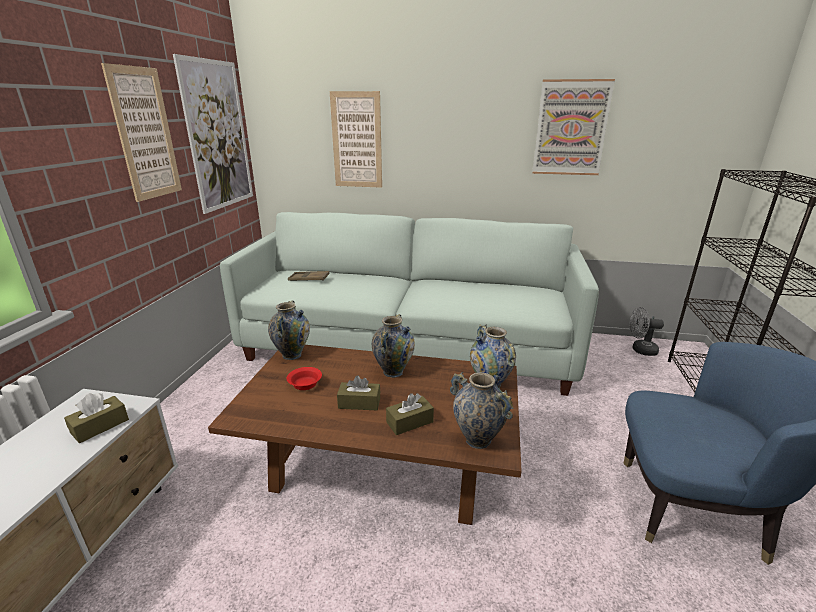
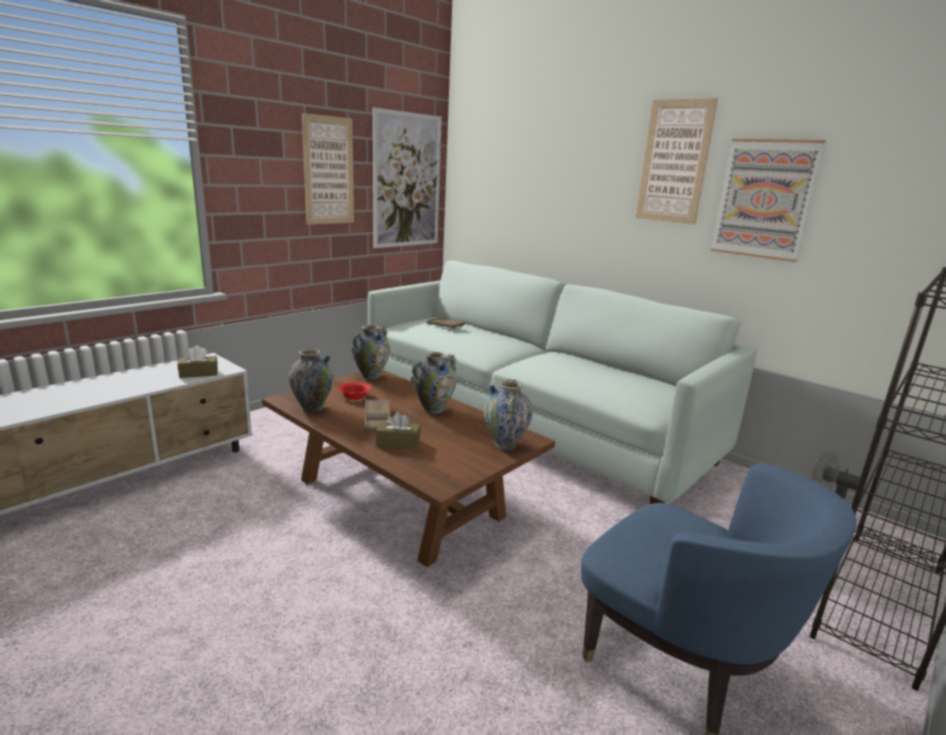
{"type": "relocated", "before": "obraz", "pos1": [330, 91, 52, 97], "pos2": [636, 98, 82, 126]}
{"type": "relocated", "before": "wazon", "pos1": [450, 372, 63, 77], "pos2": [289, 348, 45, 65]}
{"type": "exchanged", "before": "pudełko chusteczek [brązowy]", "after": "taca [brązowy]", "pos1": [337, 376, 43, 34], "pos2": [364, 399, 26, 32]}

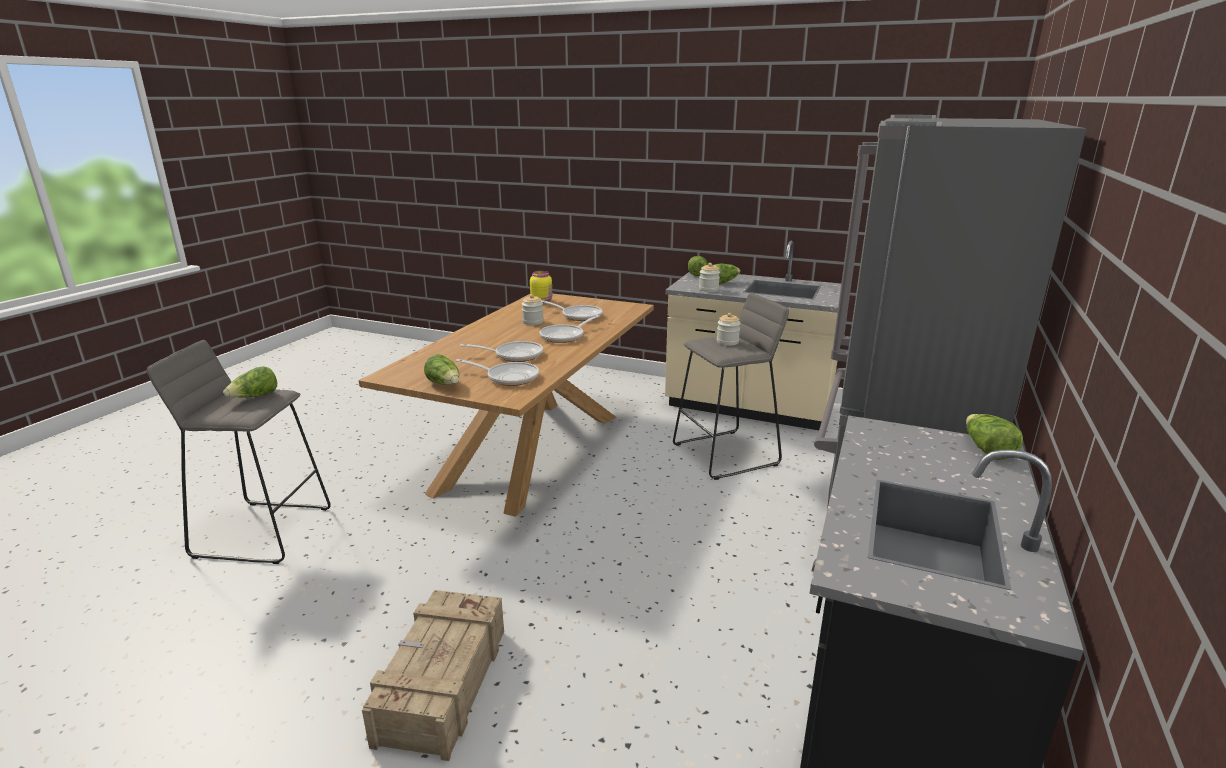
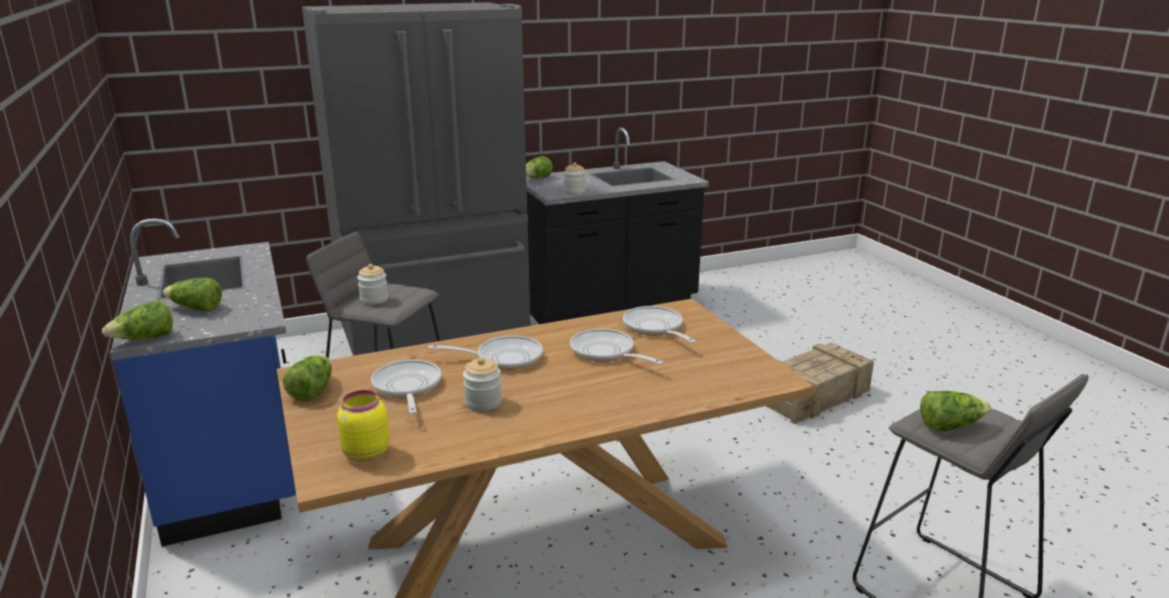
{"type": "relocated", "before": "sałata", "pos1": [424, 354, 36, 31], "pos2": [283, 355, 49, 46]}
{"type": "relocated", "before": "słoik", "pos1": [699, 263, 21, 29], "pos2": [564, 163, 22, 31]}
{"type": "colour", "before": "zabudowa kuchenna [beżowy]", "after": "zabudowa kuchenna [niebieski]", "pos1": [665, 241, 176, 189], "pos2": [110, 218, 186, 328]}

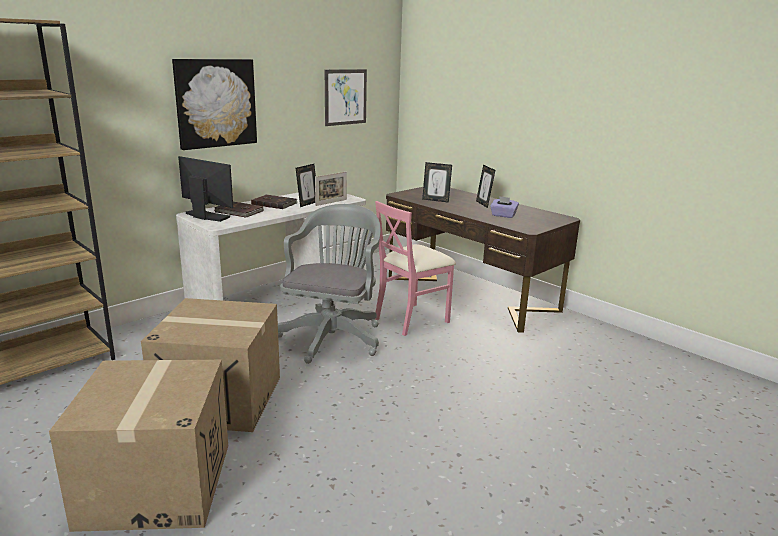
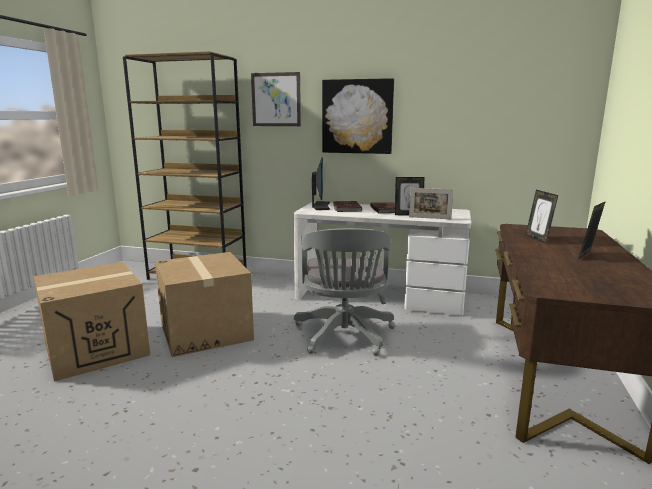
{"type": "missing", "before": "krzesło [różowy]", "pos1": [375, 201, 81, 135]}
{"type": "missing", "before": "pudełko chusteczek [fioletowy]", "pos1": [490, 196, 29, 22]}
{"type": "relocated", "before": "obraz", "pos1": [325, 69, 42, 57], "pos2": [251, 72, 50, 54]}
{"type": "spun", "before": "krzesło biurowe [szary]", "pos1": [278, 204, 102, 160], "pos2": [294, 228, 101, 128], "turn": 105}

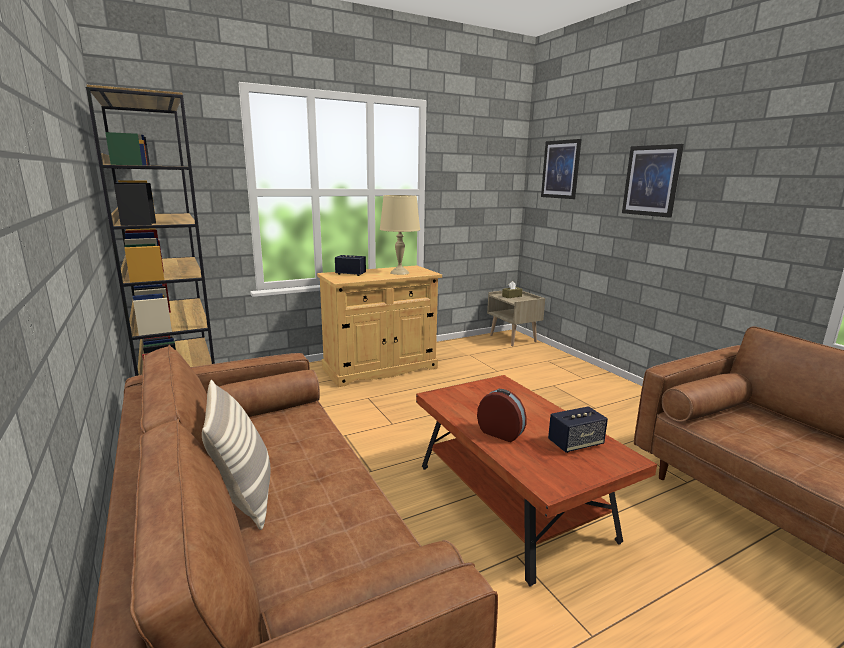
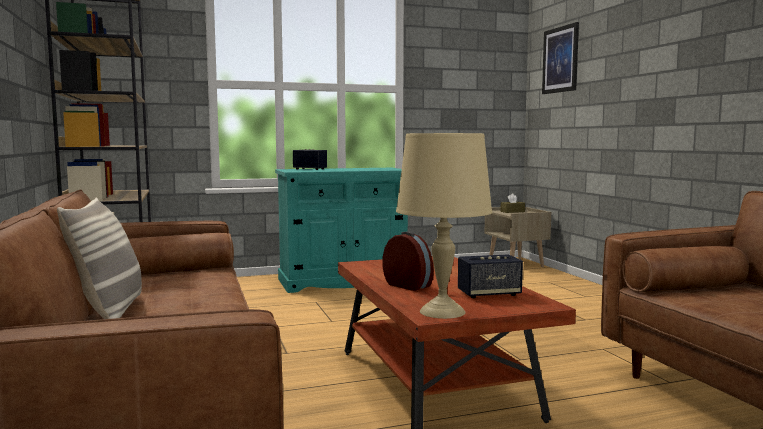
{"type": "missing", "before": "obraz", "pos1": [622, 144, 62, 74]}
{"type": "relocated", "before": "lampa stołowa [beżowy]", "pos1": [380, 195, 40, 80], "pos2": [396, 133, 96, 186]}
{"type": "colour", "before": "szafka [beżowy]", "after": "szafka [turkusowy]", "pos1": [317, 265, 125, 122], "pos2": [275, 168, 133, 125]}

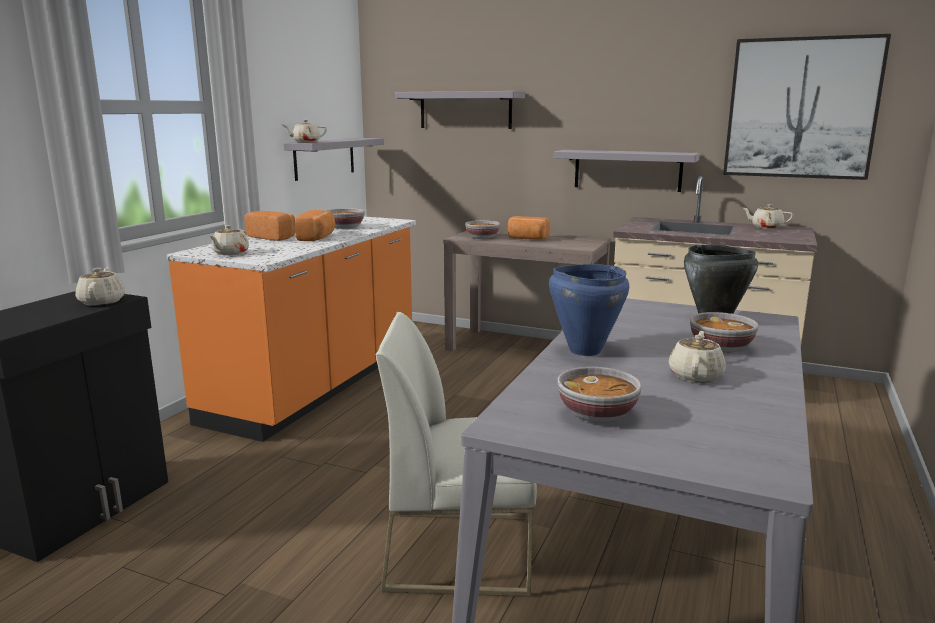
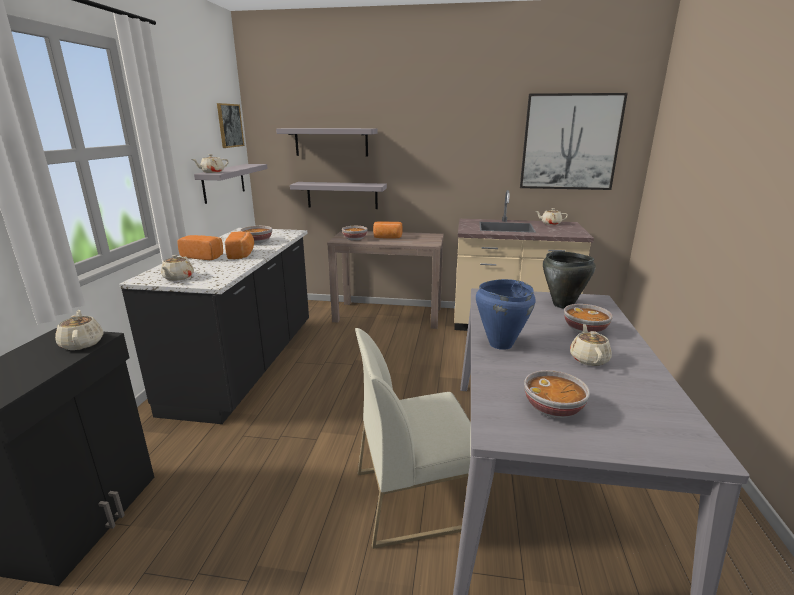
{"type": "appeared", "after": "obraz", "pos2": [217, 103, 27, 45]}
{"type": "relocated", "before": "półka [szary]", "pos1": [554, 150, 146, 42], "pos2": [290, 182, 97, 27]}
{"type": "colour", "before": "zabudowa kuchenna [pomarańczowy]", "after": "zabudowa kuchenna [czarny]", "pos1": [167, 217, 249, 225], "pos2": [119, 228, 190, 196]}

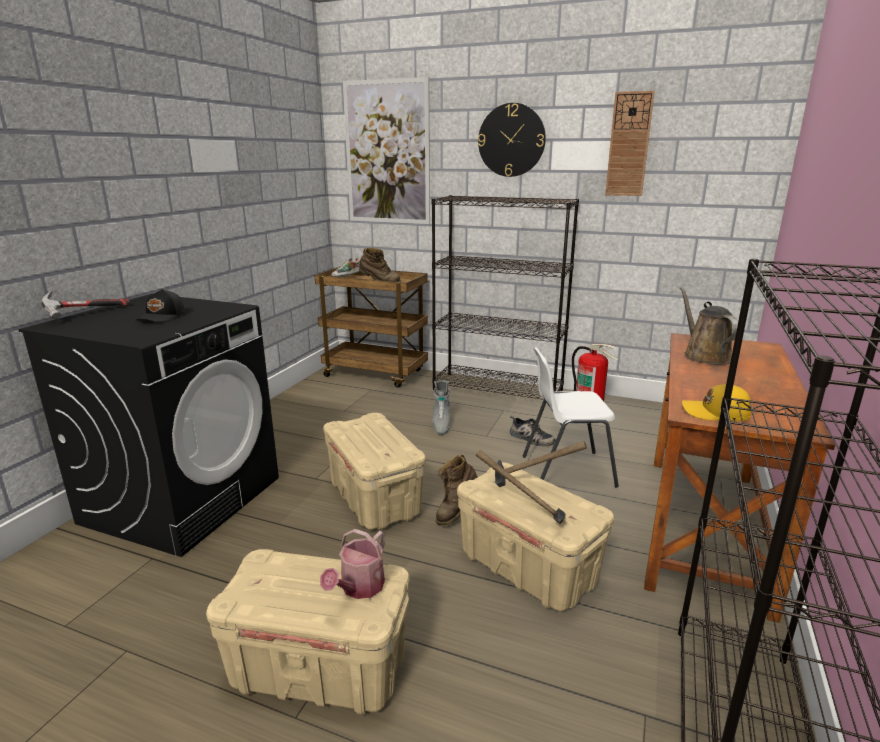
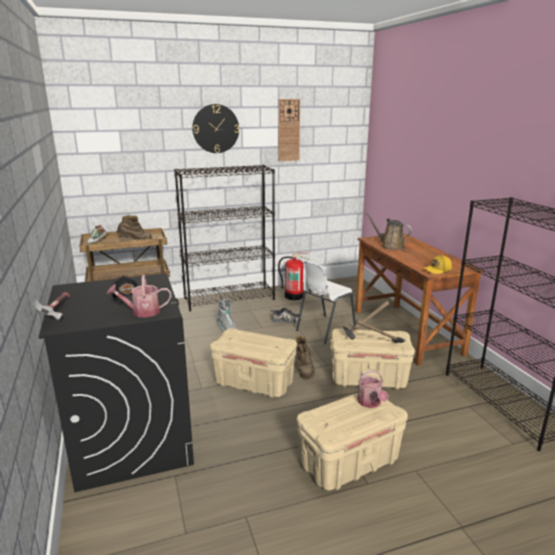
{"type": "missing", "before": "obraz", "pos1": [343, 77, 87, 147]}
{"type": "appeared", "after": "konewka", "pos2": [107, 275, 64, 42]}

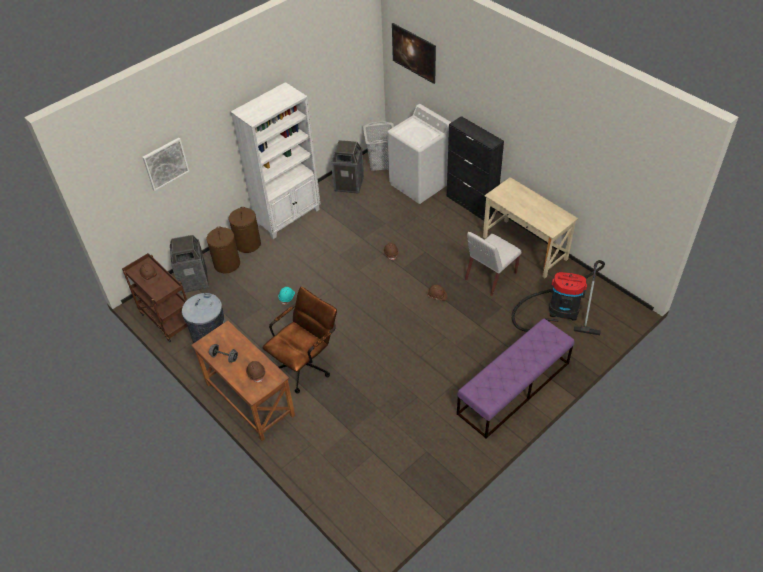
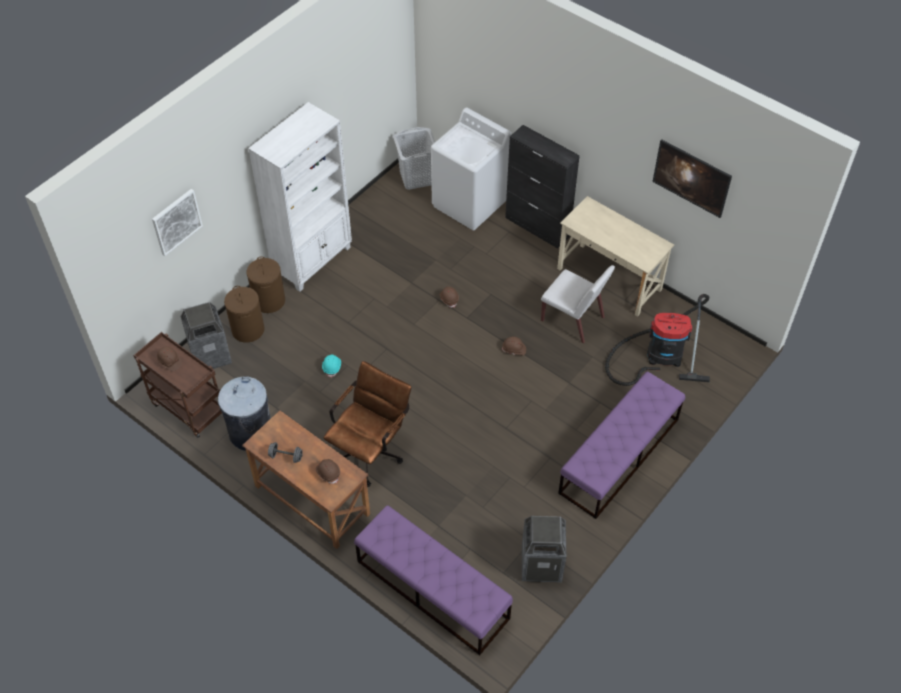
{"type": "appeared", "after": "ławka [fioletowy]", "pos2": [354, 505, 159, 150]}
{"type": "relocated", "before": "kosz na śmieci", "pos1": [331, 140, 33, 54], "pos2": [522, 516, 44, 67]}
{"type": "relocated", "before": "obraz", "pos1": [392, 23, 44, 61], "pos2": [652, 139, 80, 79]}
{"type": "spun", "before": "krzesło [biały]", "pos1": [465, 232, 56, 64], "pos2": [541, 265, 74, 79], "turn": -90}

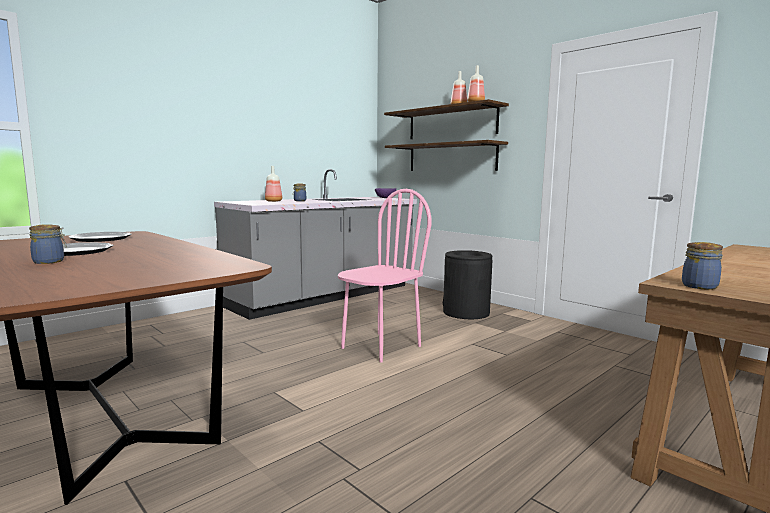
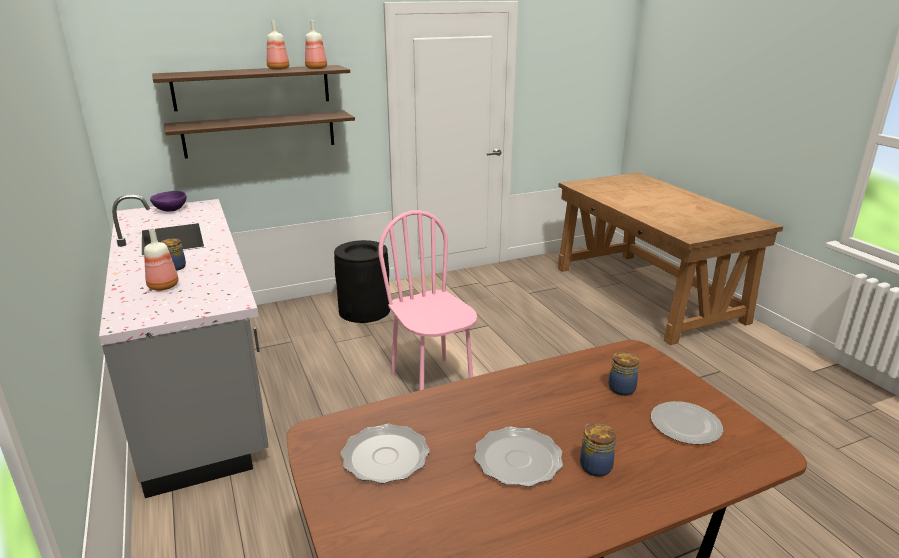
{"type": "appeared", "after": "talerz", "pos2": [651, 401, 72, 44]}
{"type": "relocated", "before": "słoik", "pos1": [682, 242, 41, 48], "pos2": [609, 352, 30, 44]}

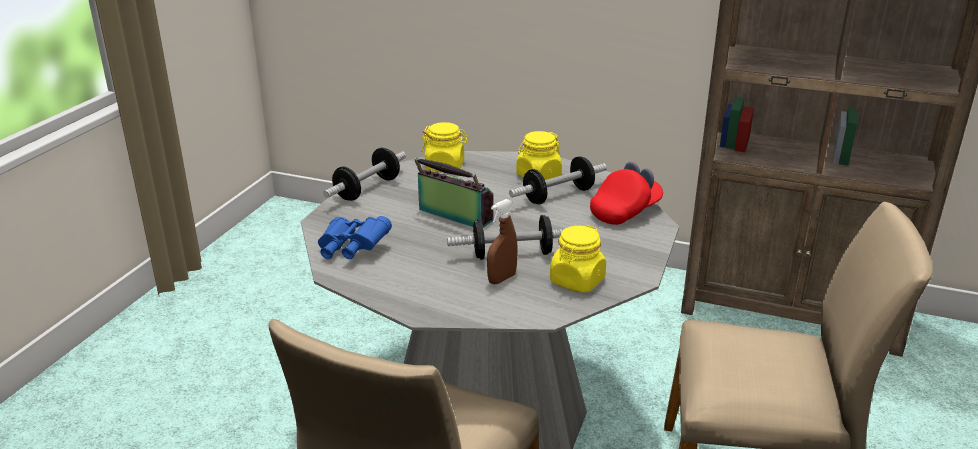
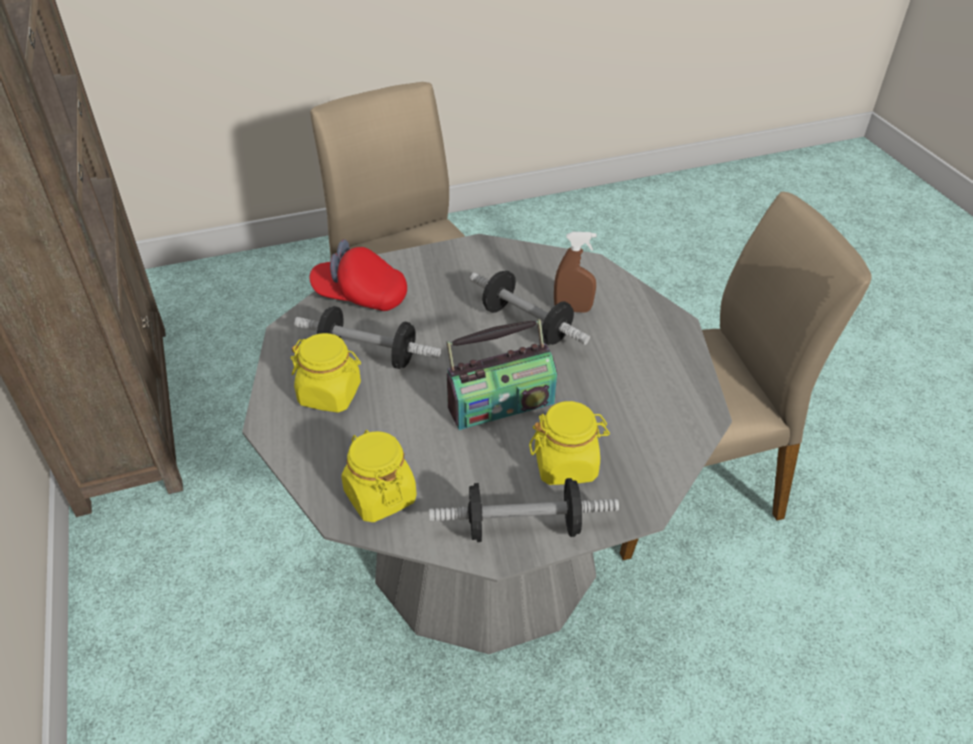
{"type": "missing", "before": "lornetka [niebieski]", "pos1": [318, 216, 74, 43]}
{"type": "relocated", "before": "słoik [żółty]", "pos1": [550, 225, 56, 68], "pos2": [529, 401, 81, 84]}
{"type": "spun", "before": "radio", "pos1": [414, 158, 80, 70], "pos2": [447, 319, 110, 111], "turn": -105}

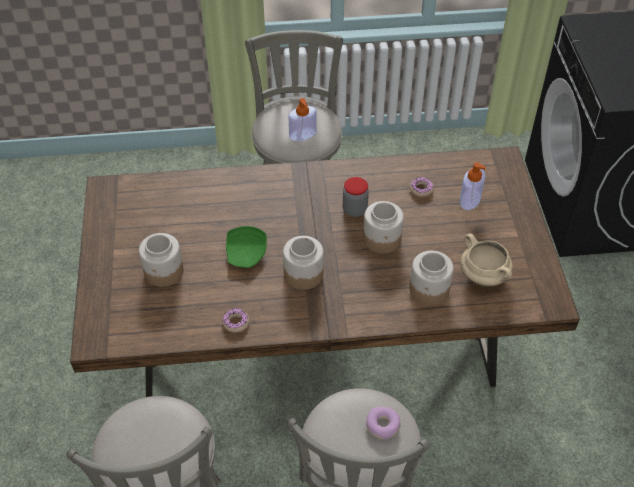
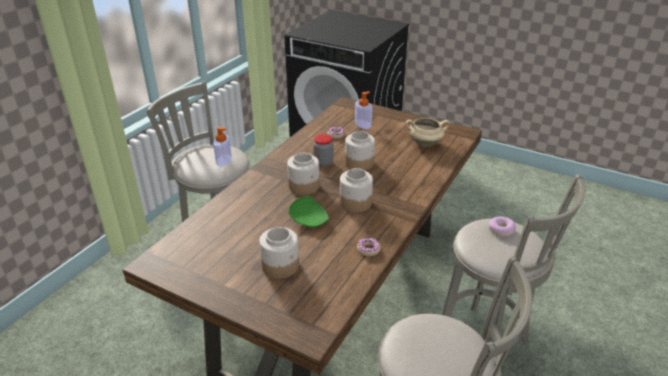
{"type": "relocated", "before": "słoik", "pos1": [409, 251, 45, 54], "pos2": [287, 153, 32, 42]}

